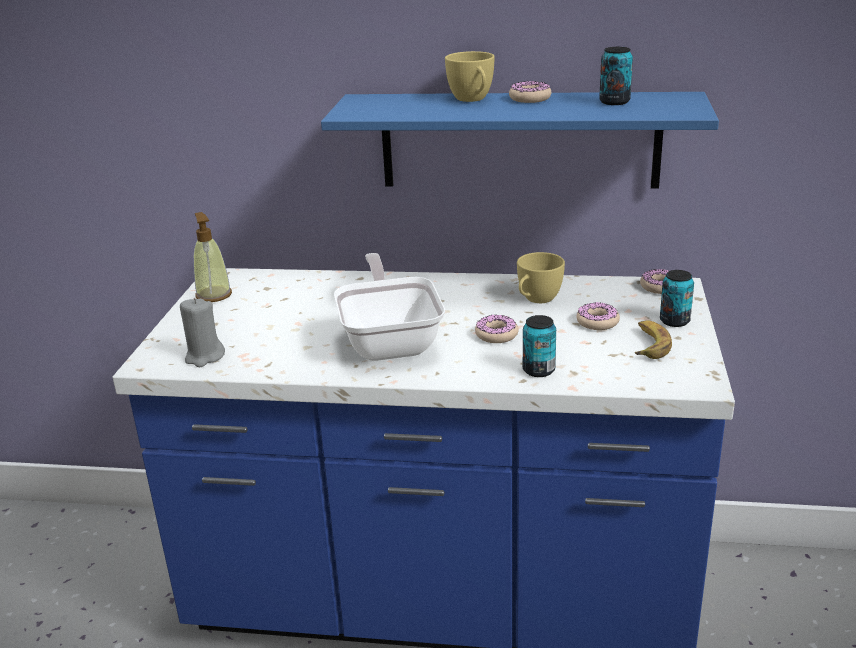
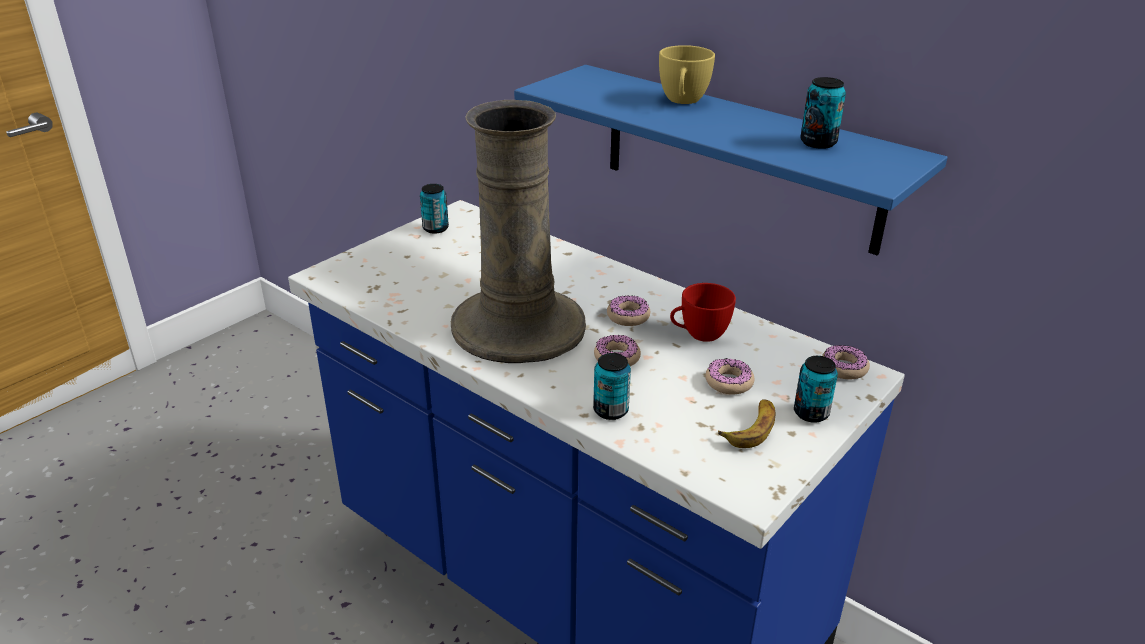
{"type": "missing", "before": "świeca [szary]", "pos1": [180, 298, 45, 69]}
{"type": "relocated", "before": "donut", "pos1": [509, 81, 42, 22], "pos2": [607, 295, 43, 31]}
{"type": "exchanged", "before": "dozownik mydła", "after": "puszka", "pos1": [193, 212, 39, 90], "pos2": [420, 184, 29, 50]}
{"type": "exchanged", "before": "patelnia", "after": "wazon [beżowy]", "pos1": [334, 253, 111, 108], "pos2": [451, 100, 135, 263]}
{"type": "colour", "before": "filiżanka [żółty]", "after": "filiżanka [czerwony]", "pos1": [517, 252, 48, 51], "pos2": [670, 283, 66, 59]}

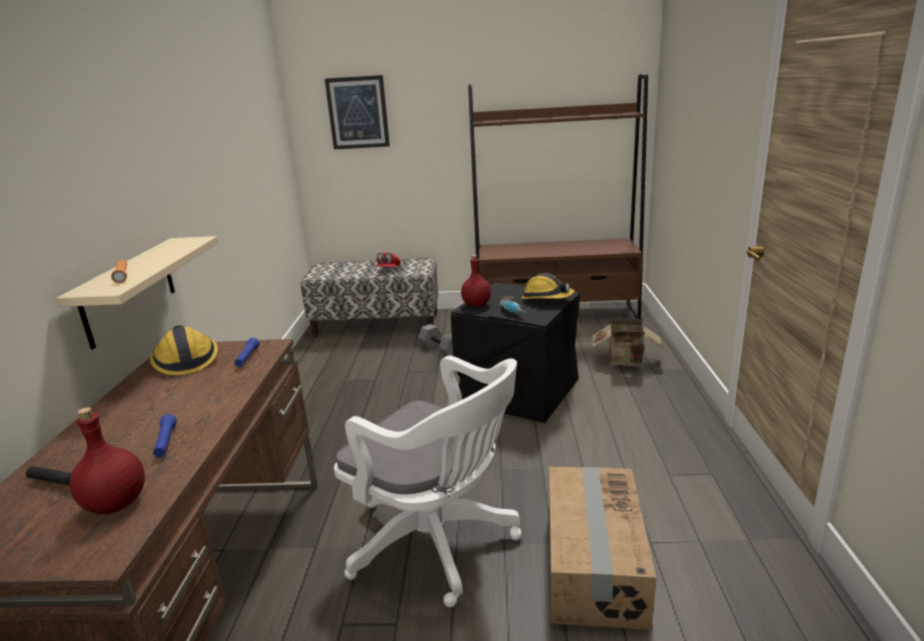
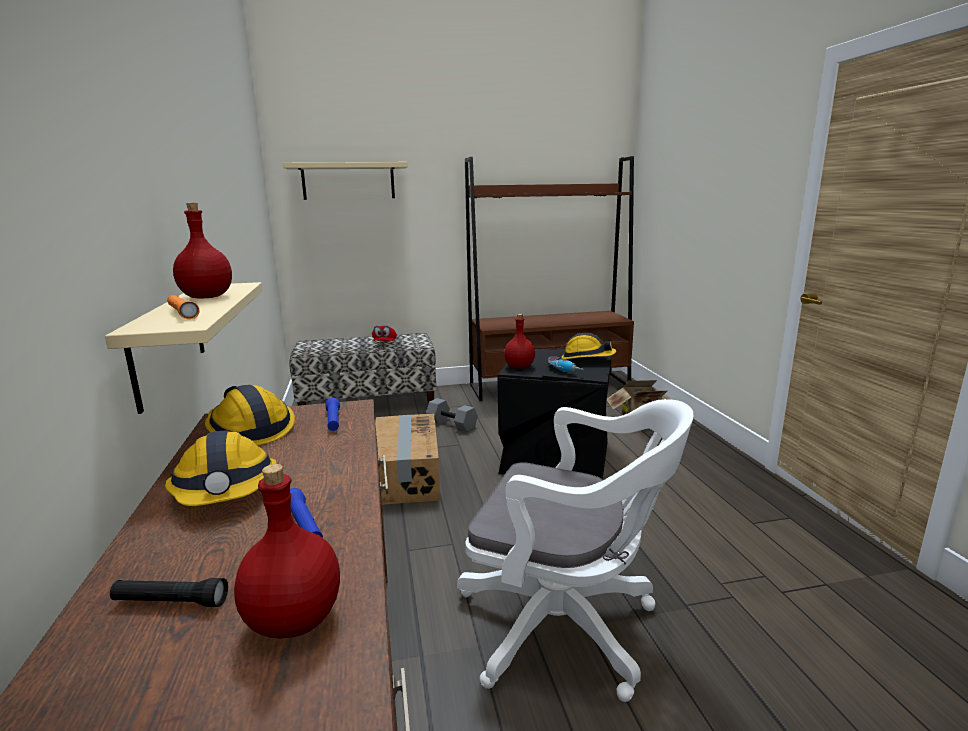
{"type": "appeared", "after": "kask", "pos2": [165, 430, 112, 76]}
{"type": "appeared", "after": "butelka [czerwony]", "pos2": [173, 203, 59, 95]}
{"type": "relocated", "before": "karton", "pos1": [549, 467, 107, 163], "pos2": [375, 414, 65, 91]}
{"type": "exchanged", "before": "obraz", "after": "półka [beżowy]", "pos1": [325, 75, 65, 74], "pos2": [283, 162, 125, 38]}

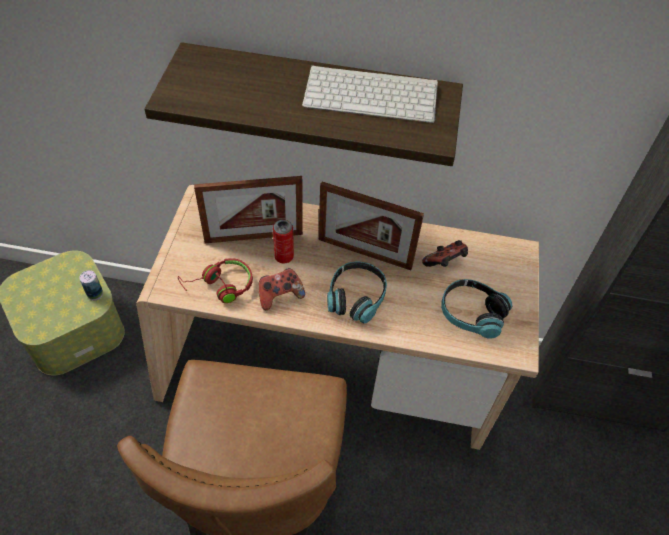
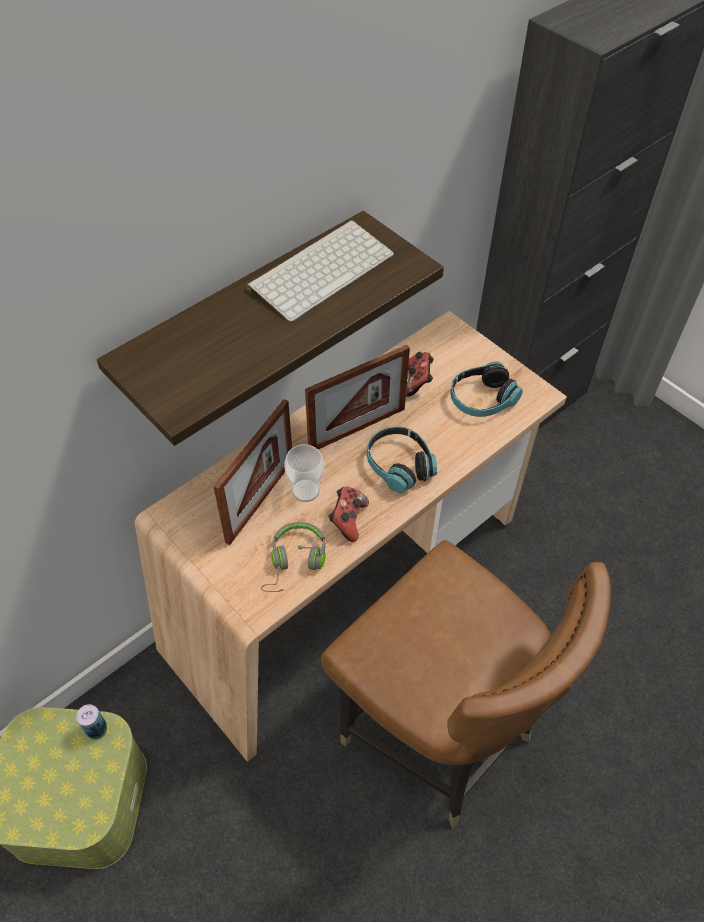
{"type": "exchanged", "before": "puszka", "after": "filiżanka", "pos1": [273, 220, 21, 43], "pos2": [284, 444, 40, 58]}
{"type": "colour", "before": "słuchawki [czerwony]", "after": "słuchawki [szary]", "pos1": [178, 258, 75, 45], "pos2": [261, 522, 65, 70]}

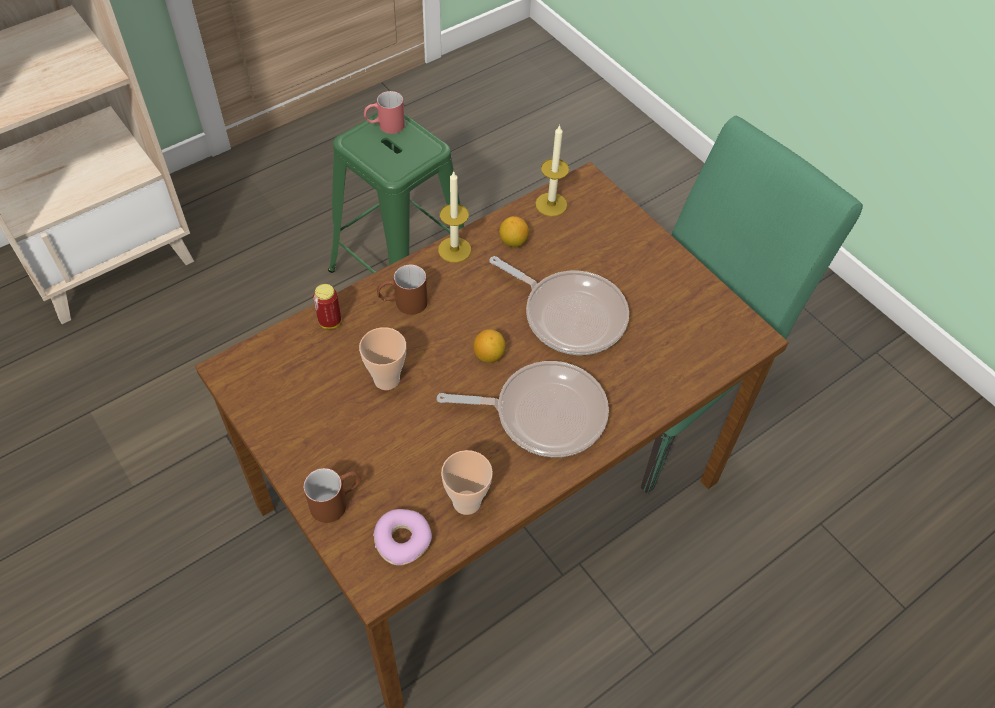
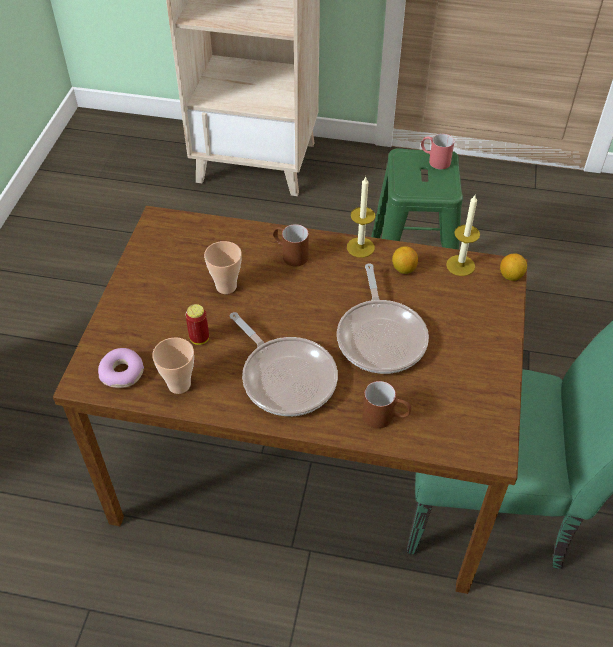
{"type": "relocated", "before": "kubek [brązowy]", "pos1": [303, 468, 58, 55], "pos2": [362, 381, 49, 48]}
{"type": "relocated", "before": "puszka", "pos1": [313, 284, 28, 45], "pos2": [186, 304, 23, 41]}
{"type": "relocated", "before": "cytryna", "pos1": [473, 329, 32, 34], "pos2": [500, 253, 27, 28]}

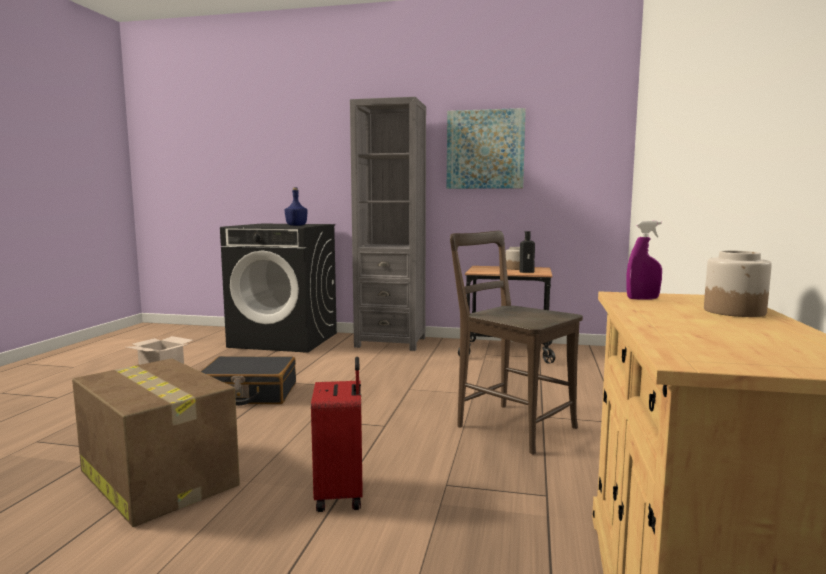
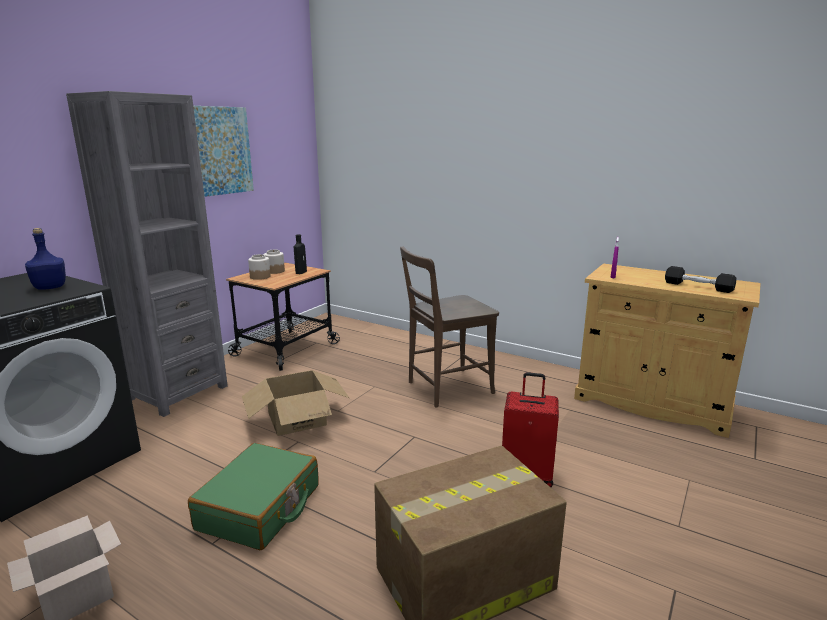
{"type": "appeared", "after": "karton", "pos2": [242, 370, 107, 66]}
{"type": "appeared", "after": "hantel [czarny]", "pos2": [665, 266, 72, 27]}
{"type": "relocated", "before": "słoik", "pos1": [704, 251, 68, 66], "pos2": [248, 254, 23, 26]}
{"type": "colour", "before": "walizka [czarny]", "after": "walizka [zielony]", "pos1": [200, 356, 96, 50], "pos2": [188, 443, 131, 107]}

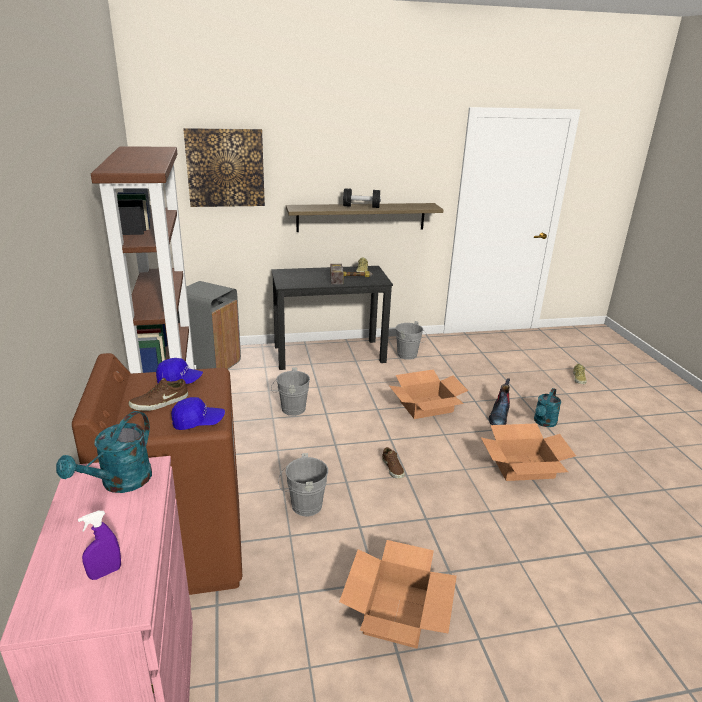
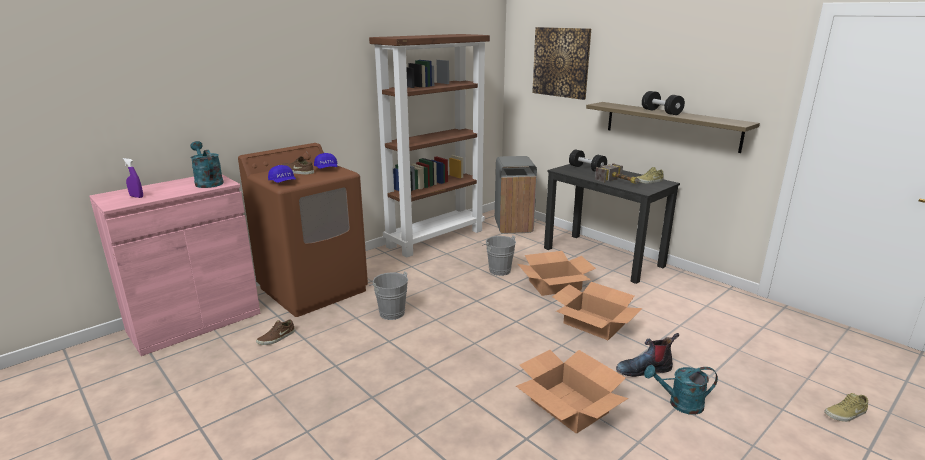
{"type": "missing", "before": "wiadro [szary]", "pos1": [396, 321, 32, 39]}
{"type": "appeared", "after": "hantel [czarny]", "pos2": [569, 150, 38, 22]}
{"type": "relocated", "before": "karton", "pos1": [339, 540, 118, 108], "pos2": [518, 251, 78, 45]}
{"type": "relocated", "before": "but [brązowy]", "pos1": [382, 447, 23, 31], "pos2": [256, 319, 39, 26]}
{"type": "spun", "before": "konewka [turkusowy]", "pos1": [56, 411, 96, 82], "pos2": [190, 141, 34, 47], "turn": 60}

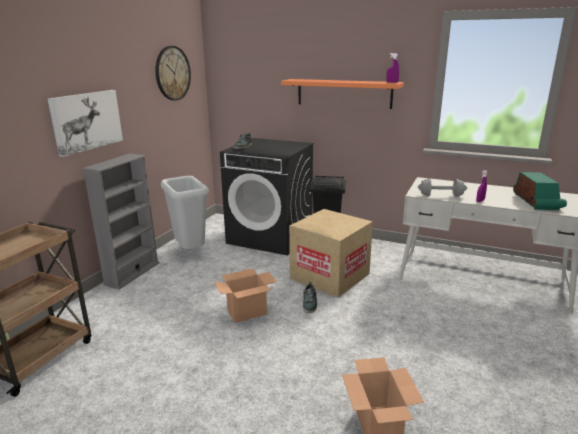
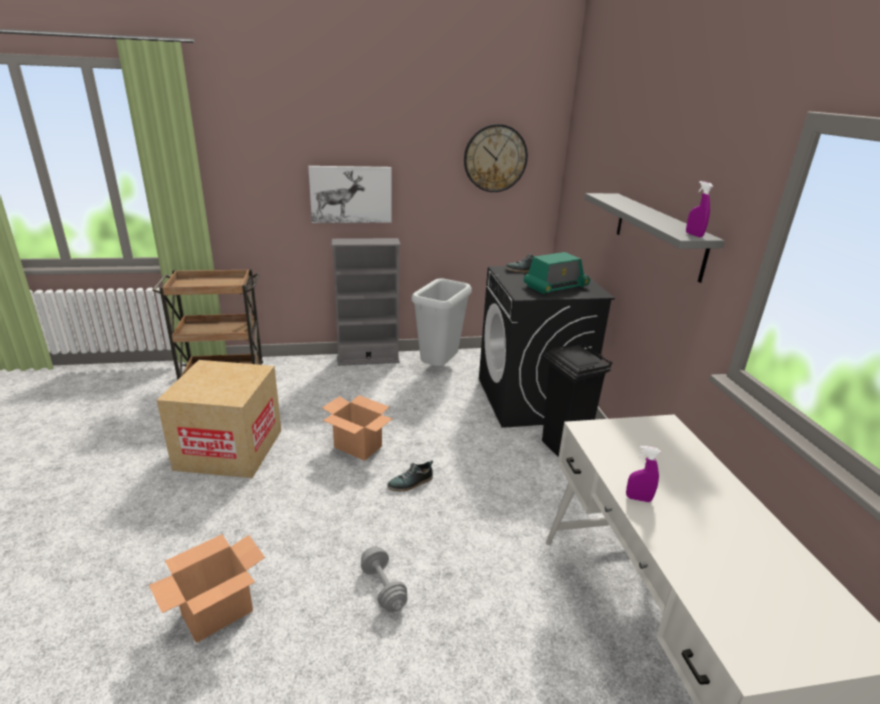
{"type": "relocated", "before": "karton", "pos1": [289, 209, 84, 89], "pos2": [156, 360, 125, 118]}
{"type": "relocated", "before": "hantel [szary]", "pos1": [418, 178, 49, 19], "pos2": [361, 546, 46, 66]}
{"type": "relocated", "before": "radio", "pos1": [513, 172, 54, 38], "pos2": [524, 252, 66, 43]}
{"type": "colour", "before": "półka [pomarańczowy]", "after": "półka [szary]", "pos1": [281, 79, 123, 30], "pos2": [585, 193, 140, 90]}

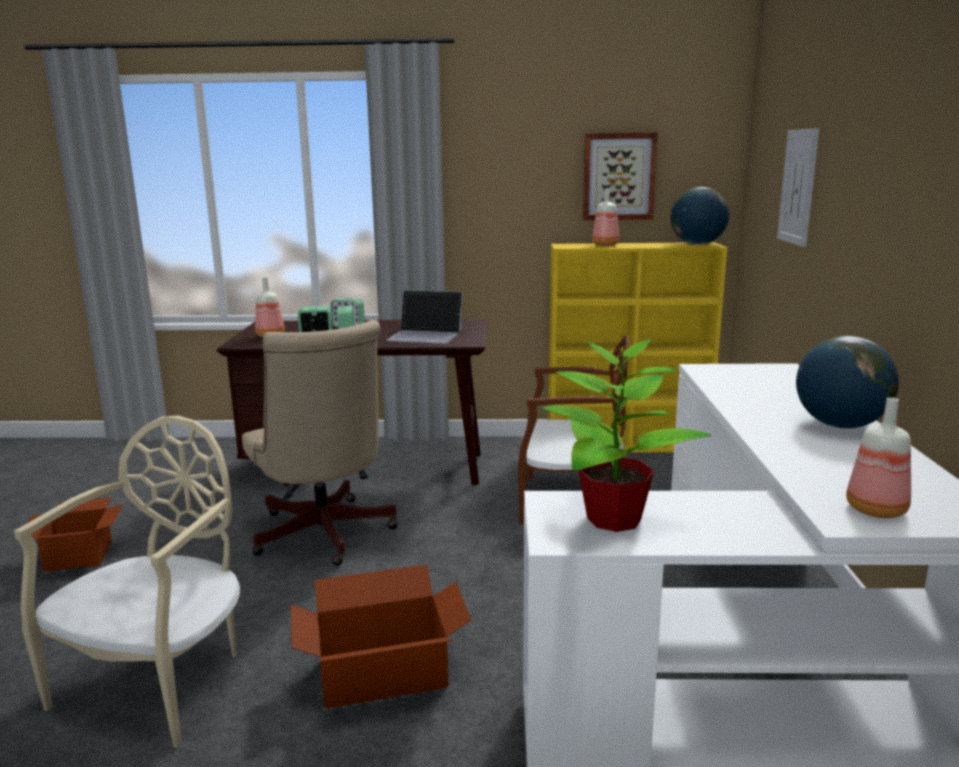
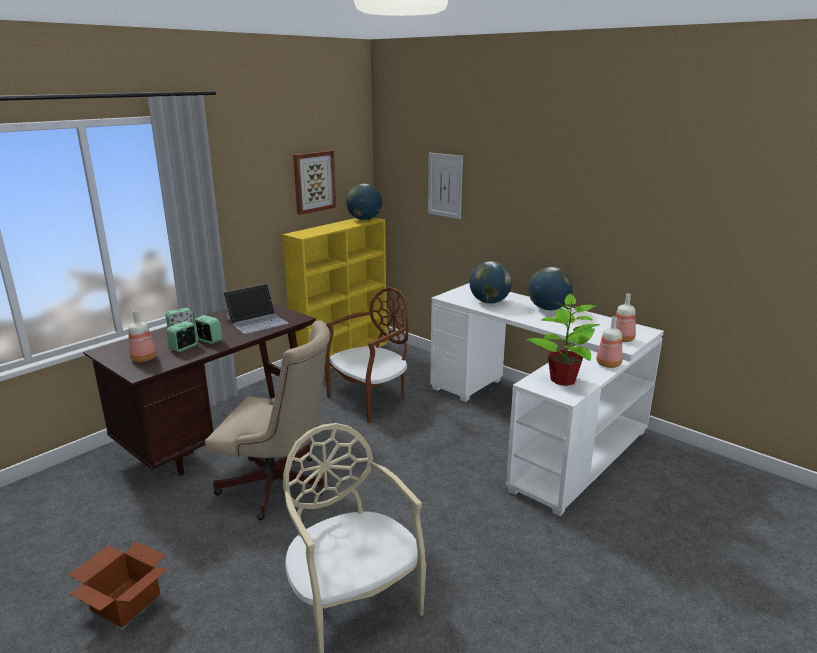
{"type": "missing", "before": "karton", "pos1": [291, 565, 180, 144]}
{"type": "appeared", "after": "globus", "pos2": [470, 261, 42, 43]}
{"type": "relocated", "before": "butelka", "pos1": [592, 188, 27, 58], "pos2": [596, 317, 26, 51]}

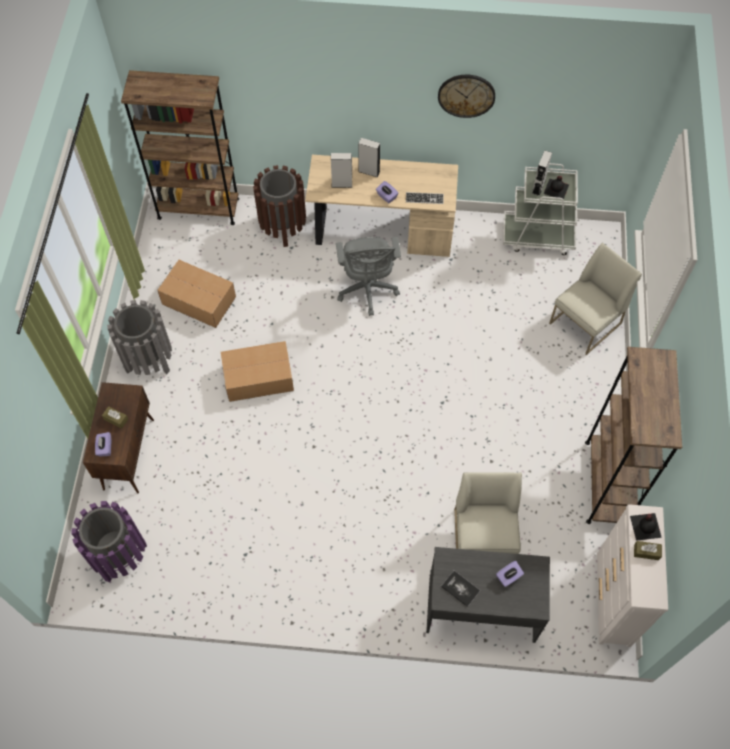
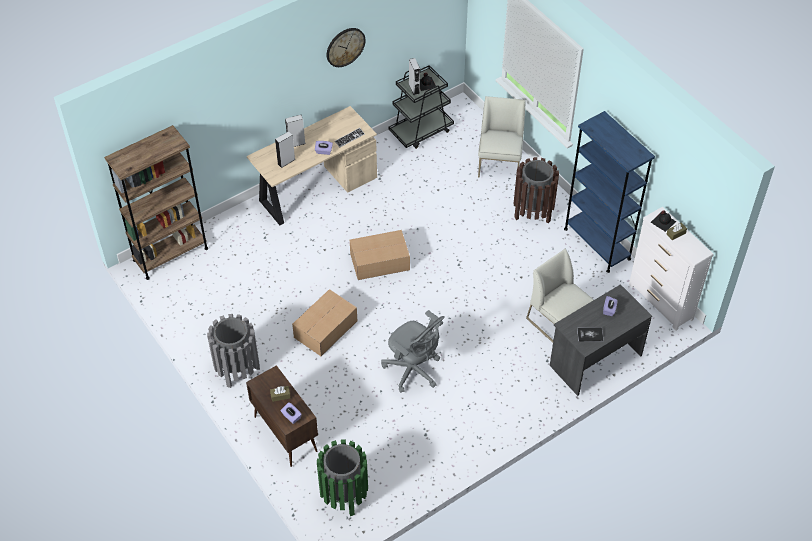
{"type": "relocated", "before": "karton", "pos1": [157, 260, 79, 68], "pos2": [350, 230, 60, 50]}
{"type": "relocated", "before": "kosz na śmieci [brązowy]", "pos1": [253, 165, 53, 82], "pos2": [514, 157, 45, 66]}
{"type": "relocated", "before": "krzesło biurowe [szary]", "pos1": [336, 237, 65, 79], "pos2": [381, 310, 64, 83]}
{"type": "colour", "before": "kosz na śmieci [fioletowy]", "after": "kosz na śmieci [zielony]", "pos1": [71, 501, 76, 81], "pos2": [317, 440, 51, 76]}
{"type": "colour", "before": "wózek [biały]", "after": "wózek [czarny]", "pos1": [503, 163, 75, 92], "pos2": [388, 65, 66, 84]}
{"type": "colour", "before": "regał [brązowy]", "after": "regał [niebieski]", "pos1": [585, 347, 97, 177], "pos2": [564, 111, 91, 162]}

